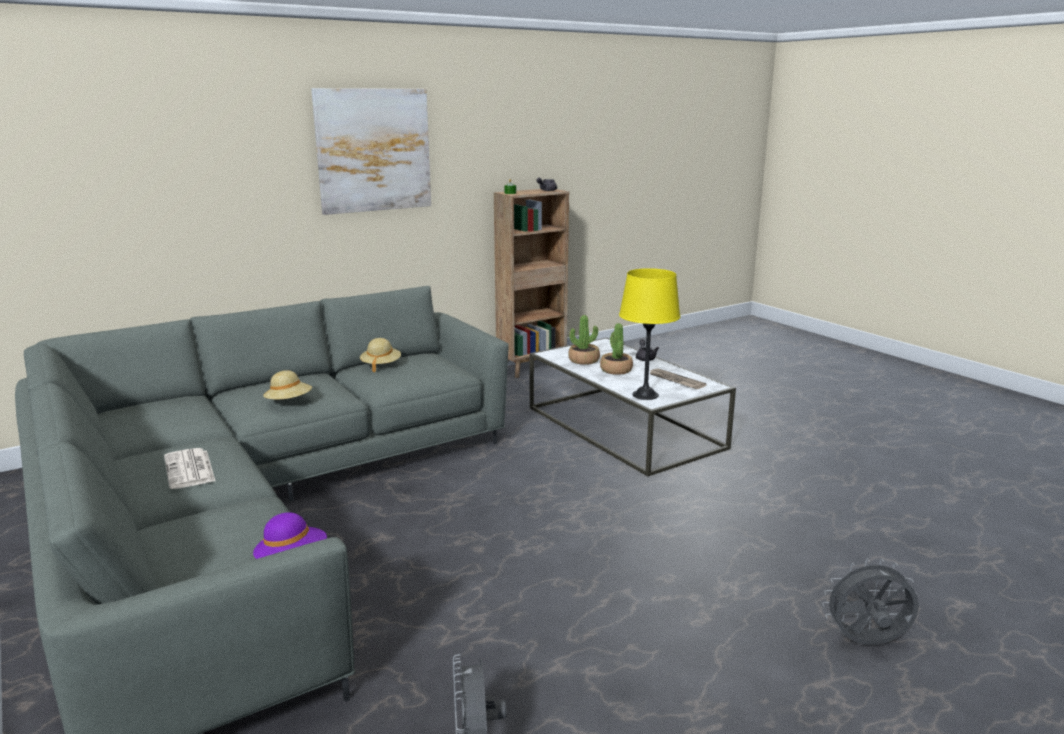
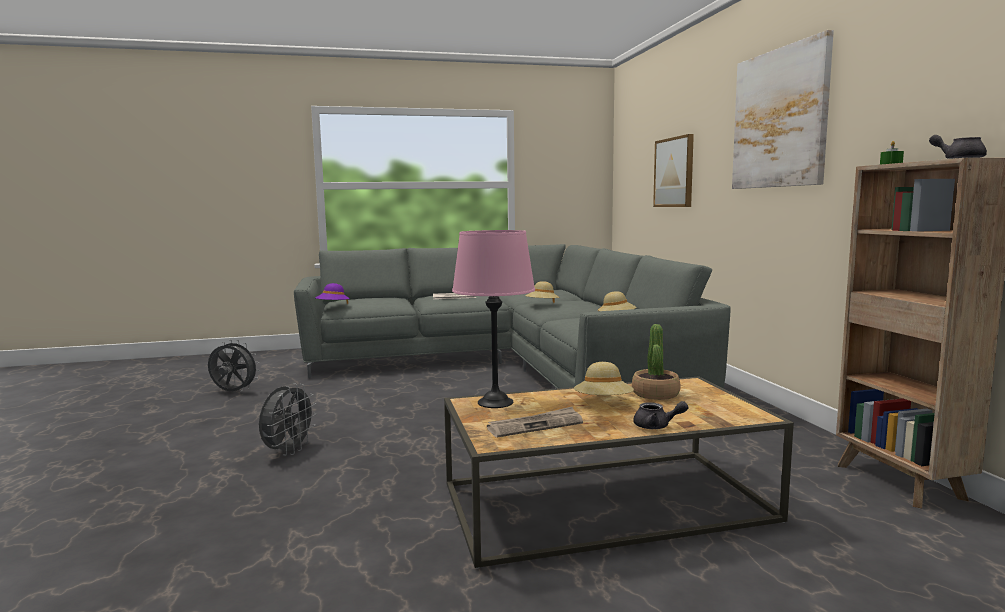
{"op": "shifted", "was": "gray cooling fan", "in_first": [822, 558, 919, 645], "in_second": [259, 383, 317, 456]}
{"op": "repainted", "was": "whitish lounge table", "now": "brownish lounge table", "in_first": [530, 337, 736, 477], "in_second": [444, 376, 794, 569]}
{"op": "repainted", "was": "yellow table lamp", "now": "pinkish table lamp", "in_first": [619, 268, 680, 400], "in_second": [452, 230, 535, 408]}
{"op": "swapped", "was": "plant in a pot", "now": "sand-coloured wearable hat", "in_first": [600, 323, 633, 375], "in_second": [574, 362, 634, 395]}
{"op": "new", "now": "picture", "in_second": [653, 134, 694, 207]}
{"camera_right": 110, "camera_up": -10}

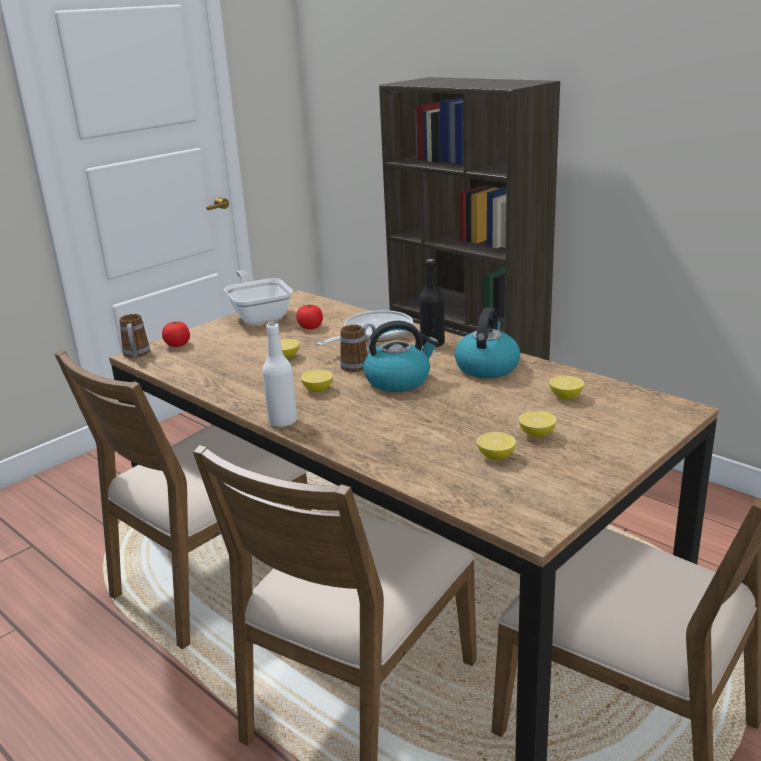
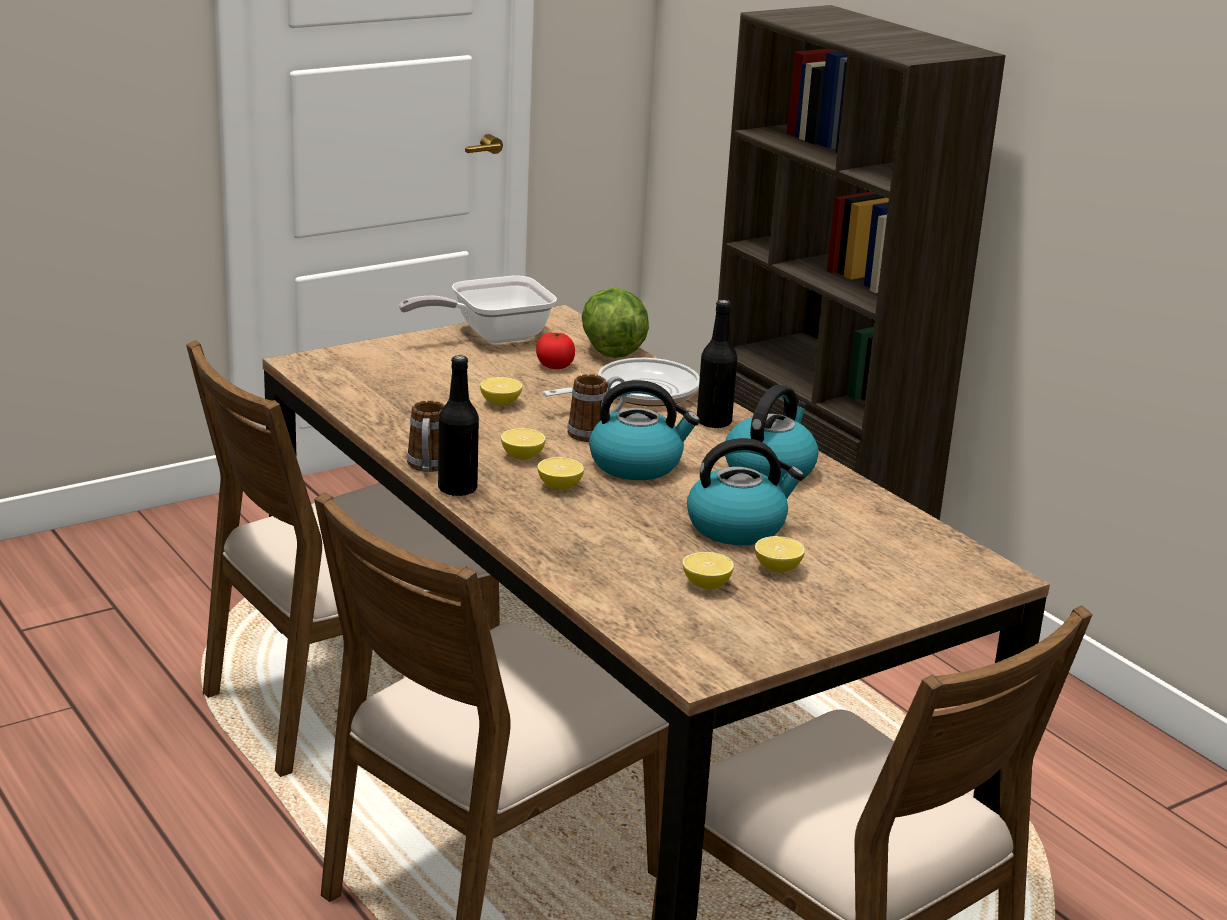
{"op": "rotated", "was": "pan", "in_first": [224, 270, 293, 325], "in_second": [399, 275, 557, 344], "clockwise": -105}
{"op": "shifted", "was": "mug", "in_first": [119, 314, 150, 358], "in_second": [407, 400, 445, 472]}
{"op": "repainted", "was": "whitish drink bottle", "now": "black-coloured drink bottle", "in_first": [262, 322, 297, 427], "in_second": [438, 355, 479, 496]}
{"op": "shifted", "was": "whole lemon", "in_first": [549, 376, 584, 400], "in_second": [537, 457, 584, 490]}
{"op": "new", "now": "lettuce", "in_second": [582, 288, 649, 358]}
{"op": "new", "now": "water kettle", "in_second": [687, 438, 804, 545]}
{"op": "gone", "was": "fresh tomato", "in_first": [162, 321, 190, 347]}
{"camera_right": 10, "camera_up": 0}

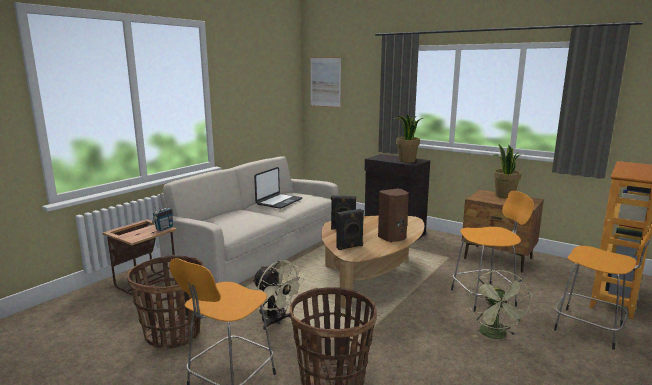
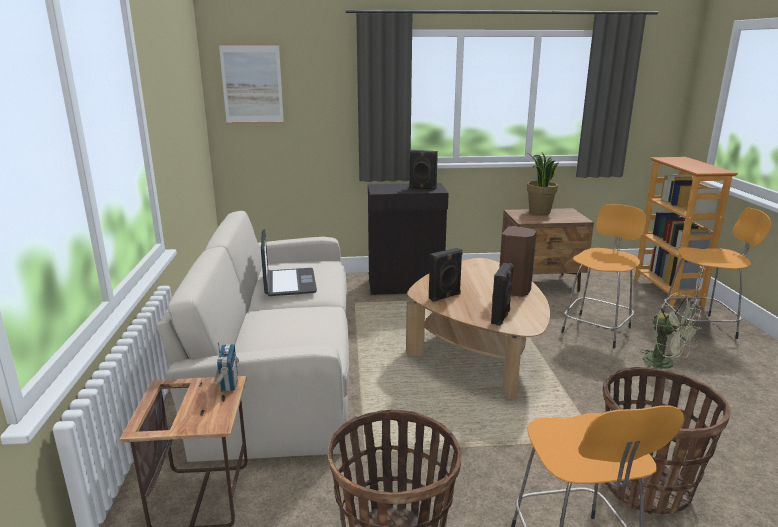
{"op": "swapped", "was": "plant in a pot", "now": "black-coloured loudspeaker", "in_first": [394, 115, 423, 163], "in_second": [409, 150, 438, 190]}
{"op": "gone", "was": "sand-coloured cooling fan", "in_first": [253, 260, 305, 330]}
{"camera_right": -40, "camera_up": 5}

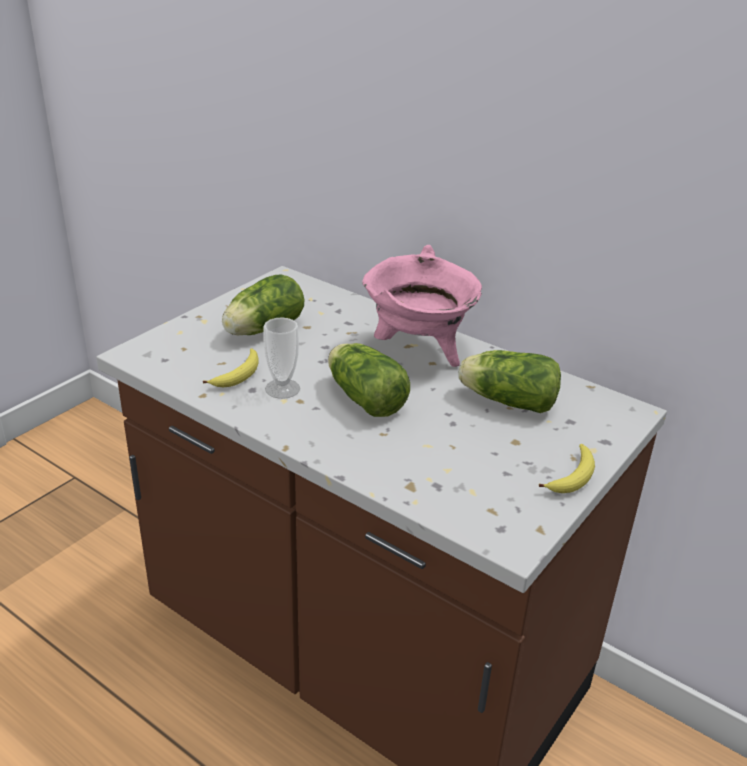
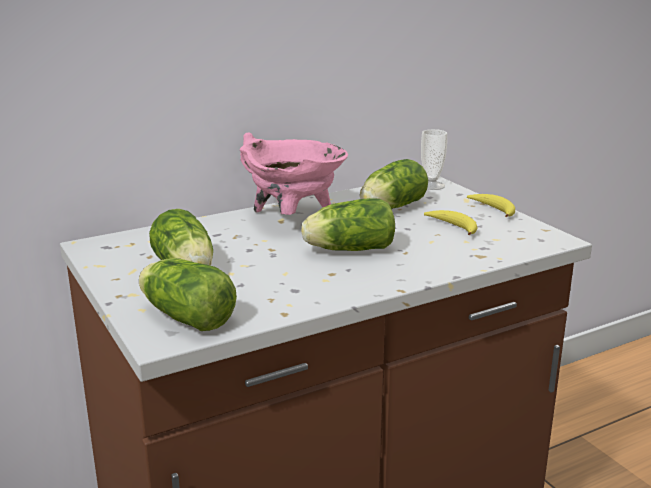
{"op": "new", "now": "lettuce", "in_second": [139, 258, 237, 331]}
{"op": "shifted", "was": "cup", "in_first": [264, 318, 300, 399], "in_second": [421, 129, 447, 190]}
{"op": "shifted", "was": "banana fruit", "in_first": [203, 349, 259, 387], "in_second": [424, 210, 477, 235]}
{"camera_right": -65, "camera_up": -10}

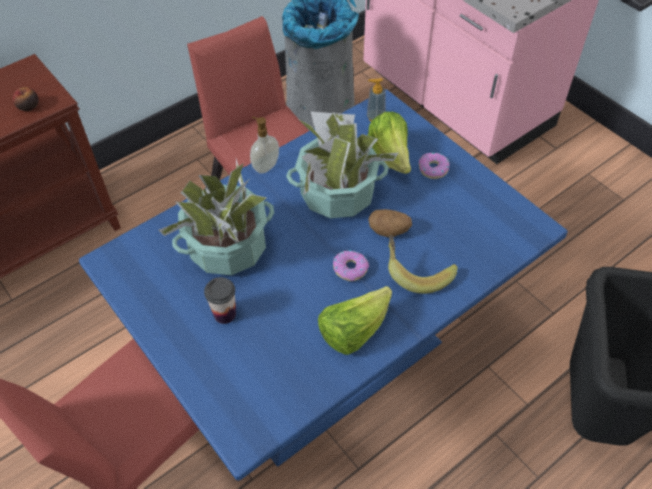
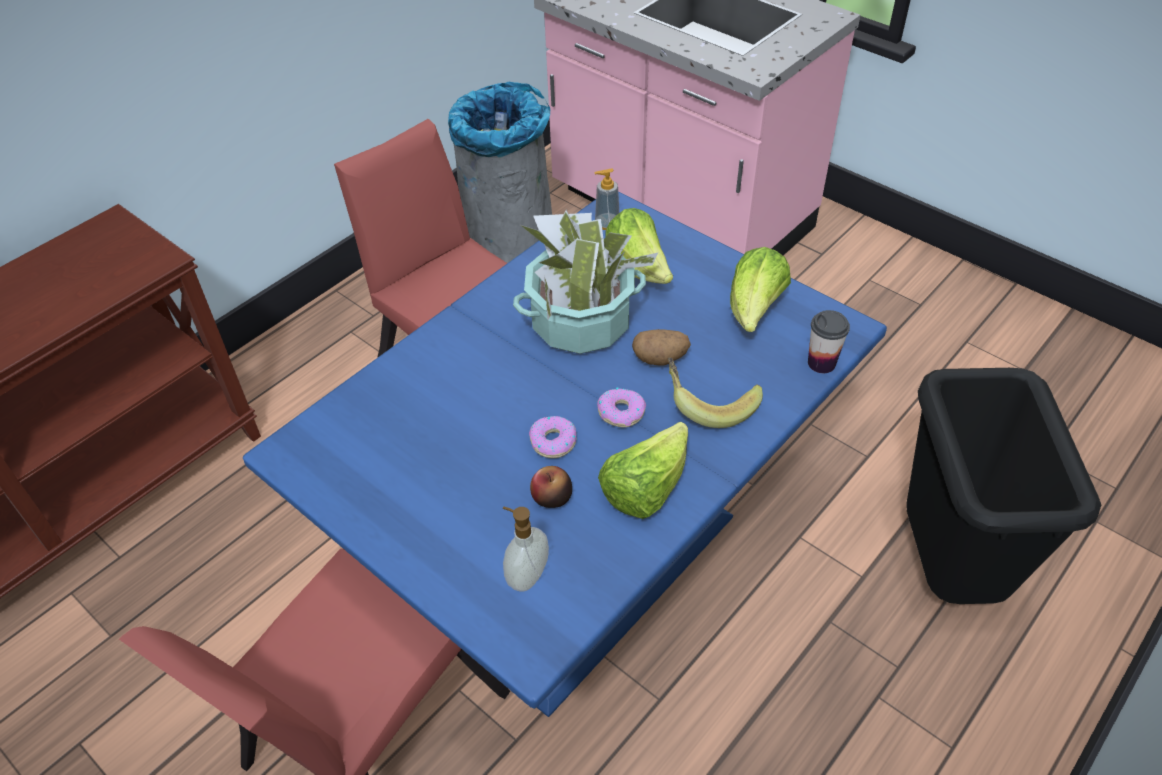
{"op": "shifted", "was": "soap dispenser", "in_first": [250, 117, 279, 174], "in_second": [503, 507, 549, 592]}
{"op": "shifted", "was": "donut", "in_first": [419, 153, 449, 179], "in_second": [529, 416, 576, 458]}
{"op": "shifted", "was": "apple fruit", "in_first": [13, 87, 39, 111], "in_second": [530, 466, 572, 508]}
{"op": "new", "now": "lettuce", "in_second": [730, 247, 791, 332]}
{"op": "shifted", "was": "cup", "in_first": [204, 277, 236, 324], "in_second": [808, 310, 850, 373]}
{"op": "gone", "was": "plant in a pot", "in_first": [158, 159, 274, 275]}
{"camera_right": -10, "camera_up": -5}

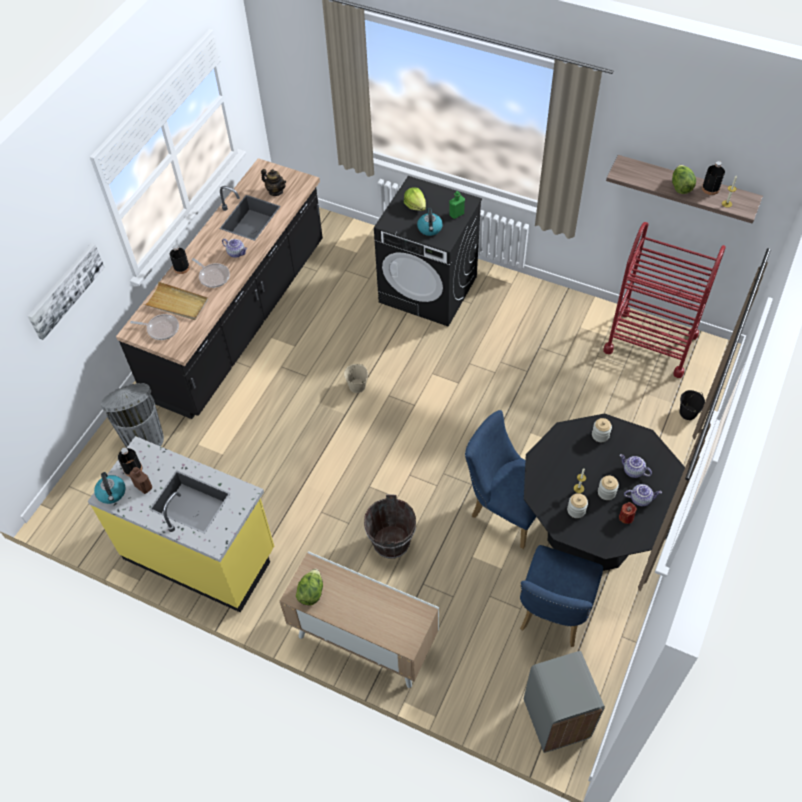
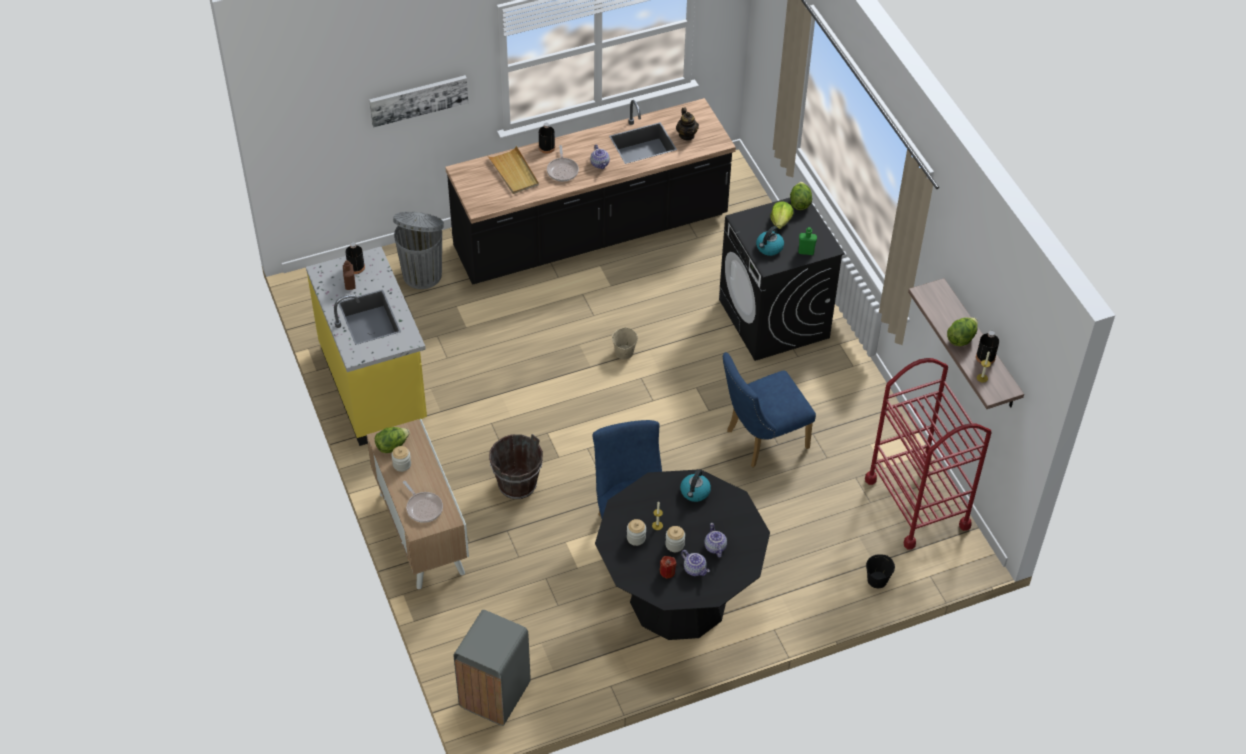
{"op": "shifted", "was": "preserve jar", "in_first": [592, 418, 612, 442], "in_second": [391, 446, 411, 472]}
{"op": "shifted", "was": "pan", "in_first": [130, 314, 179, 340], "in_second": [403, 481, 443, 523]}
{"op": "shifted", "was": "water kettle", "in_first": [94, 472, 125, 504], "in_second": [680, 469, 711, 502]}
{"op": "shifted", "was": "blue-coloured chair", "in_first": [520, 545, 603, 647], "in_second": [722, 352, 816, 468]}
{"op": "new", "now": "lettuce", "in_second": [790, 182, 812, 210]}
{"camera_right": 40, "camera_up": -5}

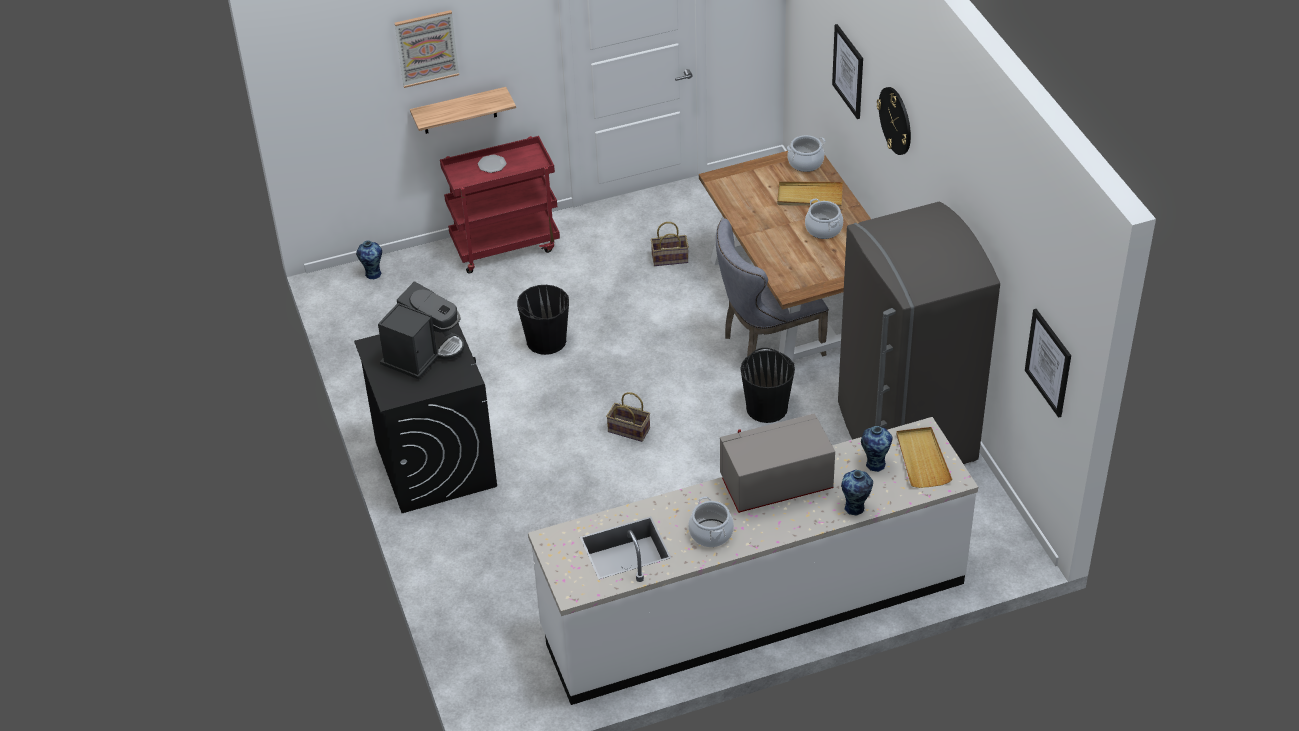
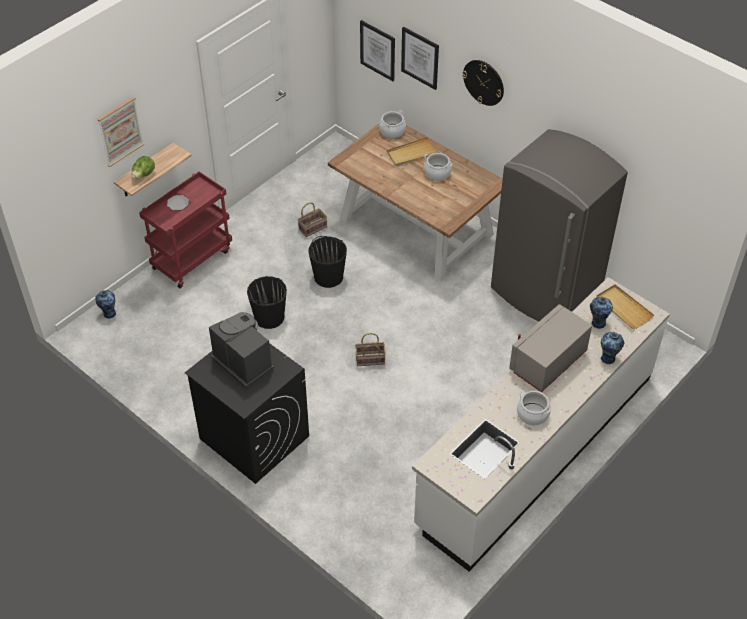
{"op": "new", "now": "lettuce", "in_second": [131, 156, 155, 179]}
{"op": "rotated", "was": "coffee machine", "in_first": [378, 281, 464, 380], "in_second": [209, 312, 274, 388], "clockwise": -45}
{"op": "shifted", "was": "black-coloured pail", "in_first": [740, 348, 795, 423], "in_second": [308, 236, 347, 288]}
{"op": "shifted", "was": "picture", "in_first": [1025, 309, 1071, 418], "in_second": [360, 20, 395, 81]}
{"op": "gone", "was": "gray chair", "in_first": [716, 219, 829, 356]}
{"camera_right": -30, "camera_up": 5}

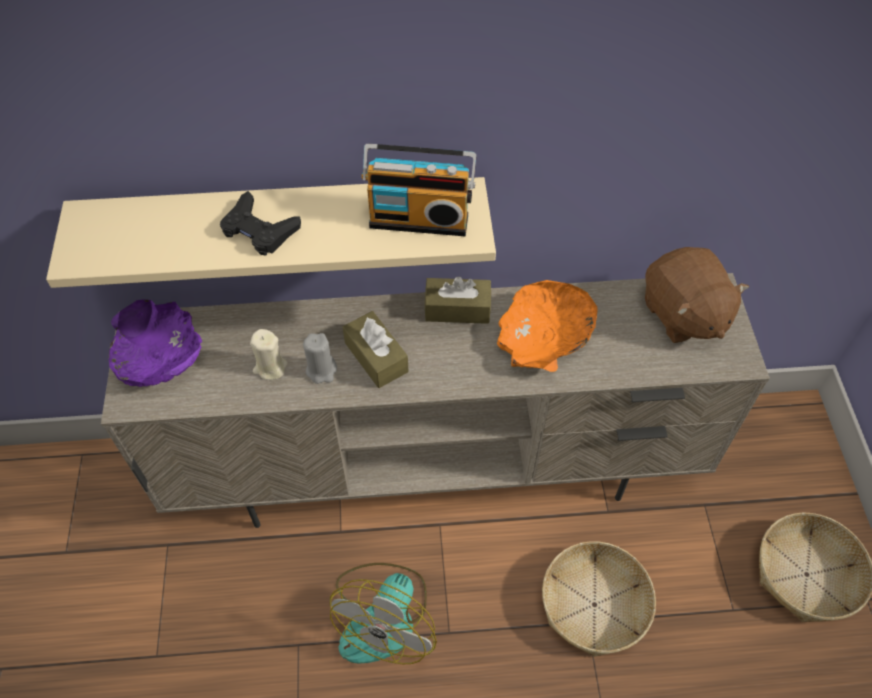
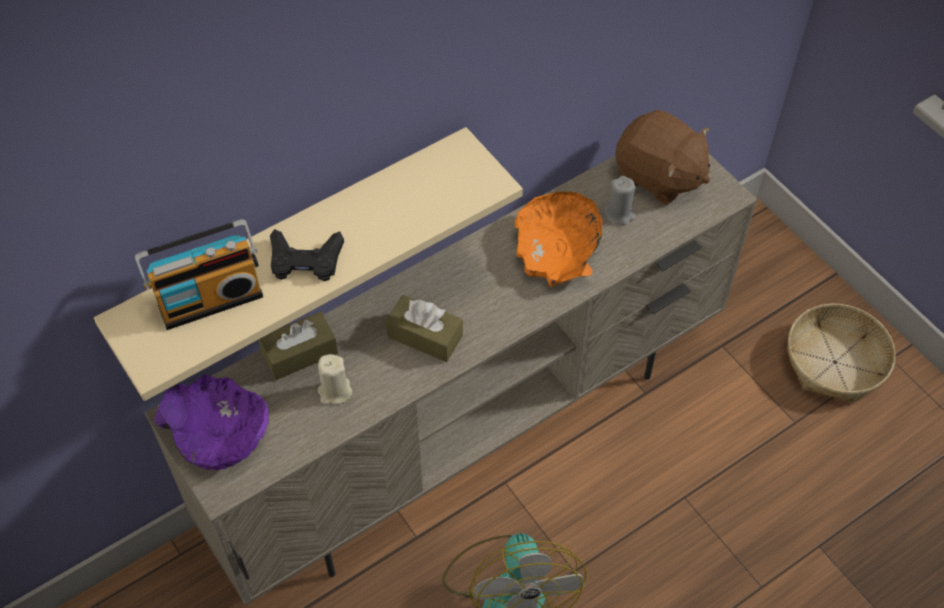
{"op": "shifted", "was": "radio", "in_first": [362, 144, 477, 236], "in_second": [135, 219, 263, 330]}
{"op": "shifted", "was": "brownish tissue holder", "in_first": [424, 277, 491, 324], "in_second": [259, 311, 338, 380]}
{"op": "shifted", "was": "gray candle", "in_first": [303, 333, 337, 384], "in_second": [604, 176, 636, 226]}
{"op": "gone", "was": "storage basket", "in_first": [542, 541, 656, 657]}
{"camera_right": -30, "camera_up": 0}

